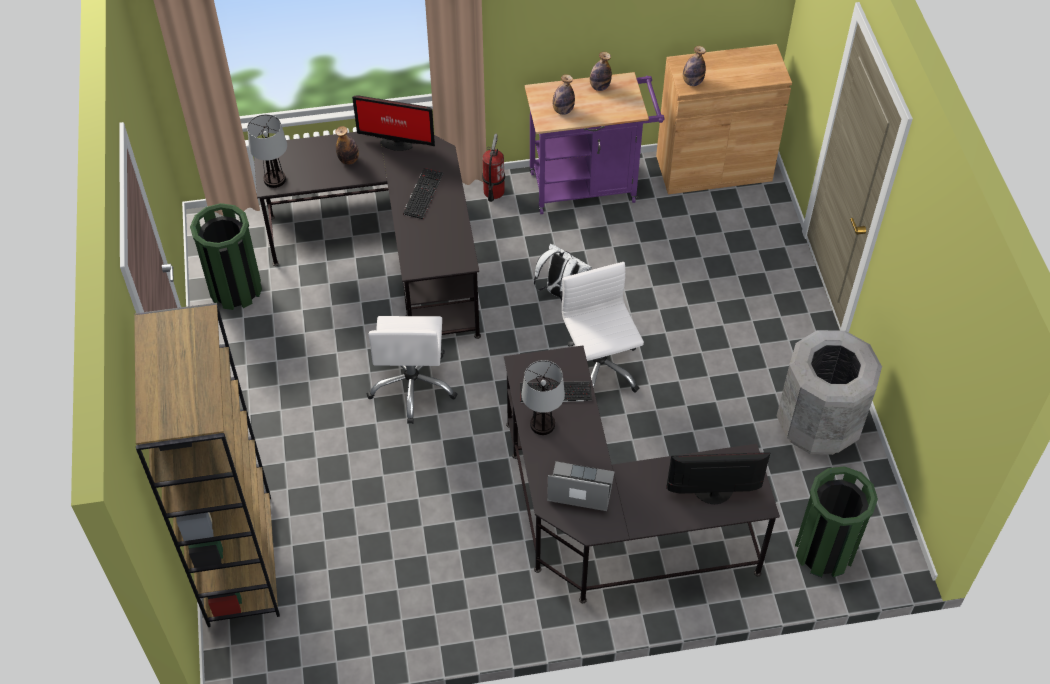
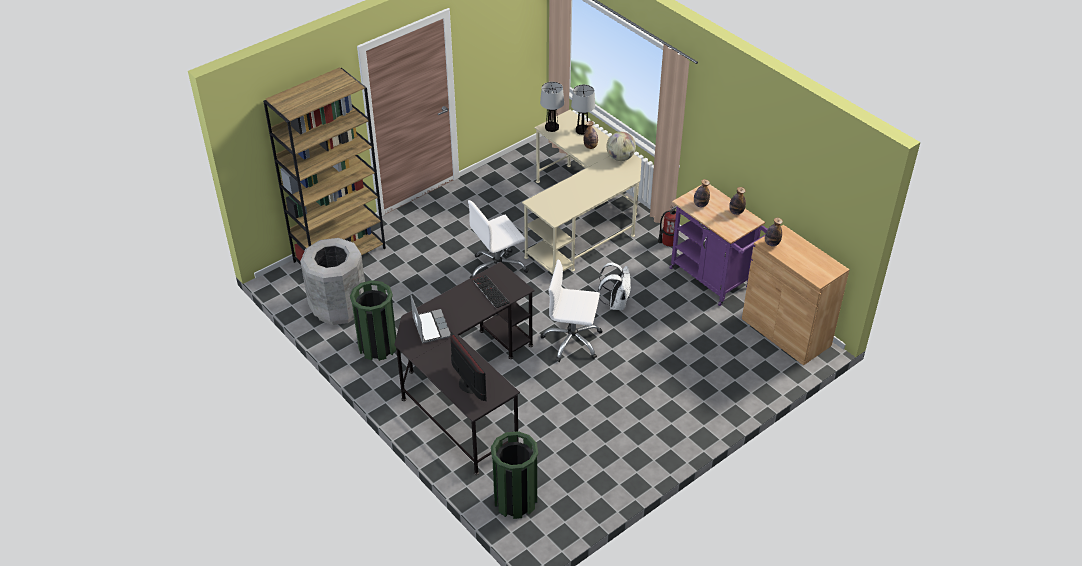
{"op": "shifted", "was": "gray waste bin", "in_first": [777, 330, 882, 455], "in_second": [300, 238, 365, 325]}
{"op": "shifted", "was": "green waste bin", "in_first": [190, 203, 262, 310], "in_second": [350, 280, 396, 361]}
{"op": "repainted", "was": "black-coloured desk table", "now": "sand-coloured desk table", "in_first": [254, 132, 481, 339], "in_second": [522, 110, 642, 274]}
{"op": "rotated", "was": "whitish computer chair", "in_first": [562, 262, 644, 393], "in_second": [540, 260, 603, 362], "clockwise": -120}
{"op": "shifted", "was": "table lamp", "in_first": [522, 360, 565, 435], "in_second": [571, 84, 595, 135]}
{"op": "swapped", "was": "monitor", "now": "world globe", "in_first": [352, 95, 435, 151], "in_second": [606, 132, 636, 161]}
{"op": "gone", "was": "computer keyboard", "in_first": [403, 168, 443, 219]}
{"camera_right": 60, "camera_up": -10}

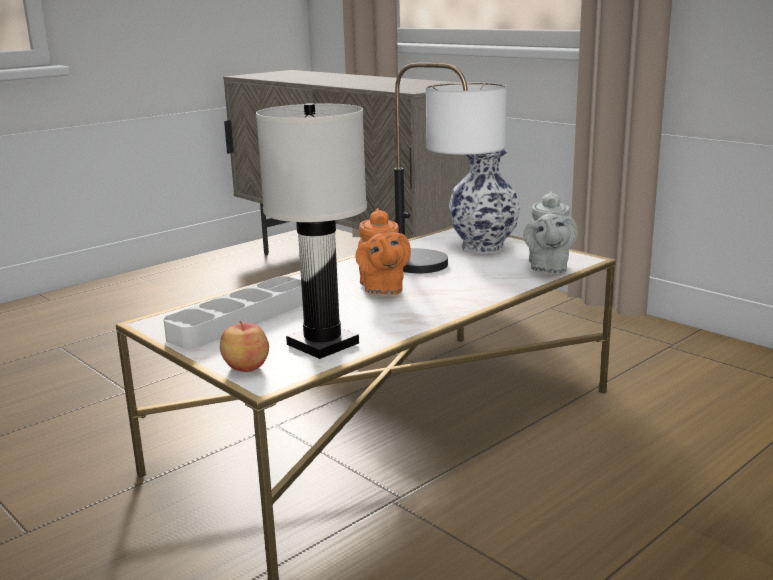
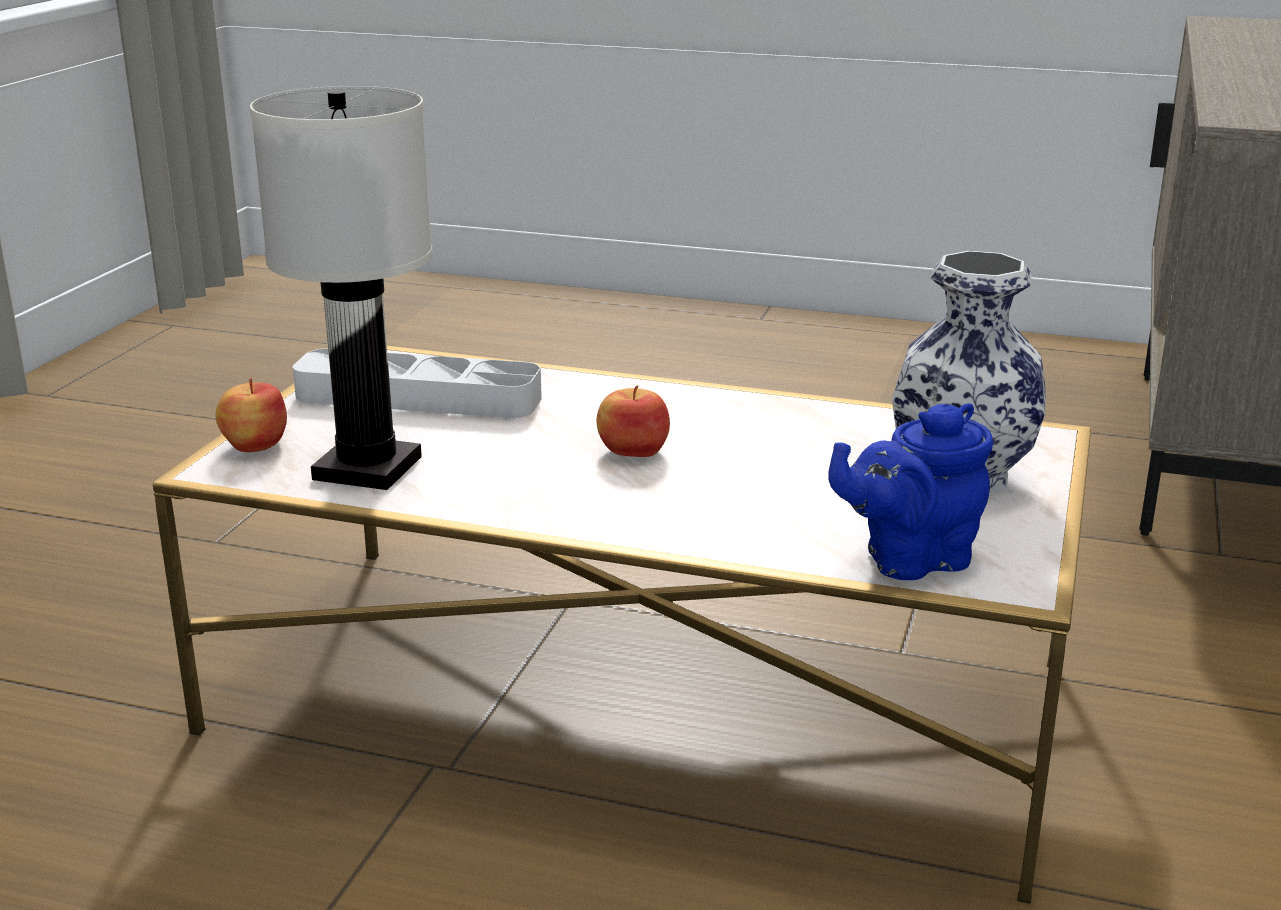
{"op": "swapped", "was": "orangey pot for tea", "now": "apple fruit", "in_first": [356, 208, 411, 295], "in_second": [597, 385, 670, 457]}
{"op": "repainted", "was": "gray pot for tea", "now": "blue-coloured pot for tea", "in_first": [523, 191, 578, 274], "in_second": [828, 403, 993, 580]}
{"op": "gone", "was": "table lamp", "in_first": [394, 63, 507, 273]}
{"camera_right": 60, "camera_up": 5}

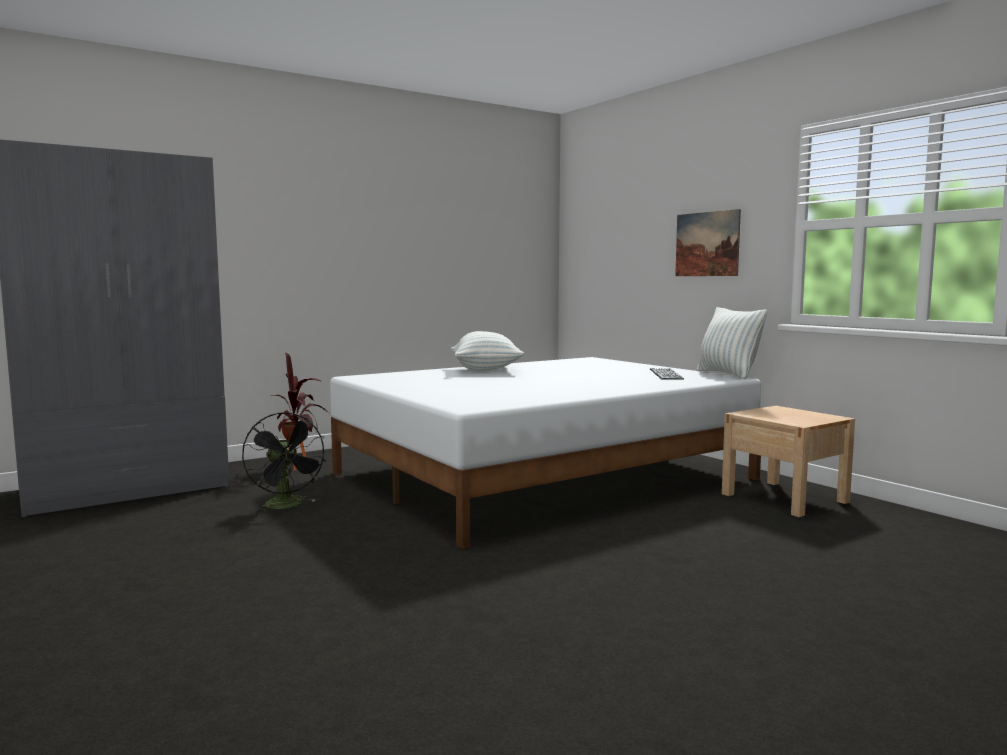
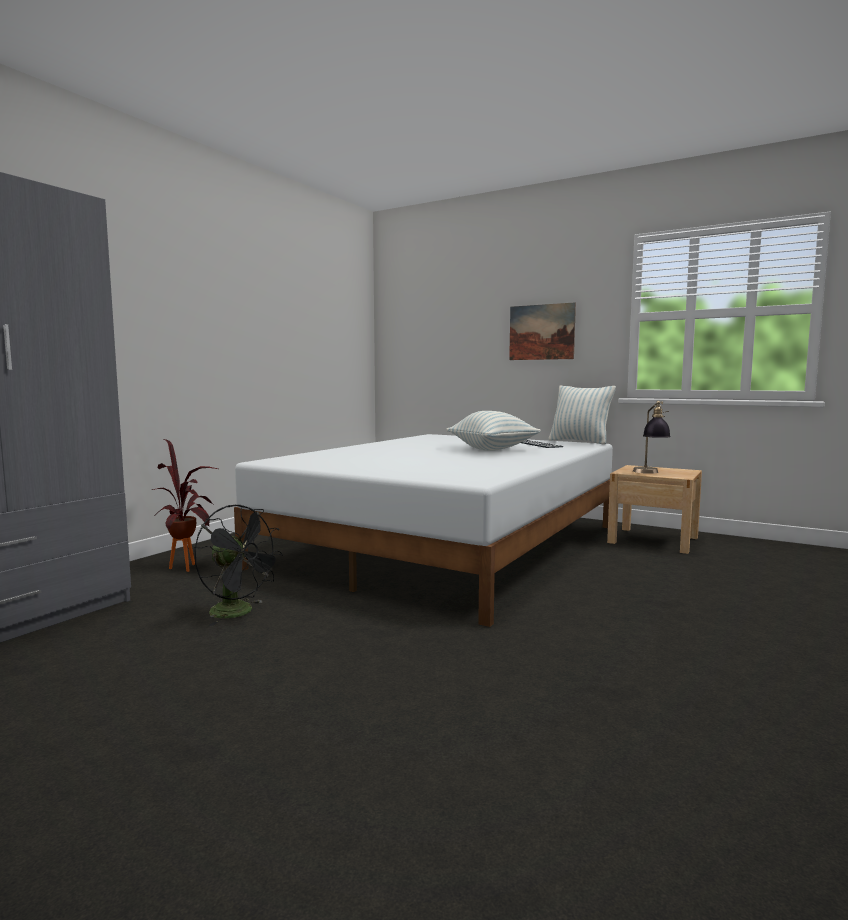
{"op": "shifted", "was": "pillow", "in_first": [451, 331, 524, 372], "in_second": [446, 411, 541, 451]}
{"op": "new", "now": "table lamp", "in_second": [633, 401, 671, 474]}
{"camera_right": -25, "camera_up": 0}

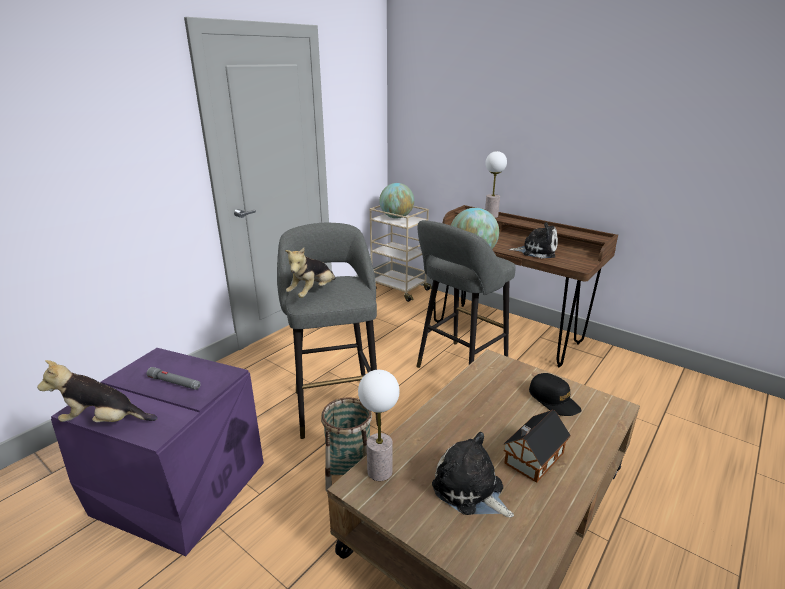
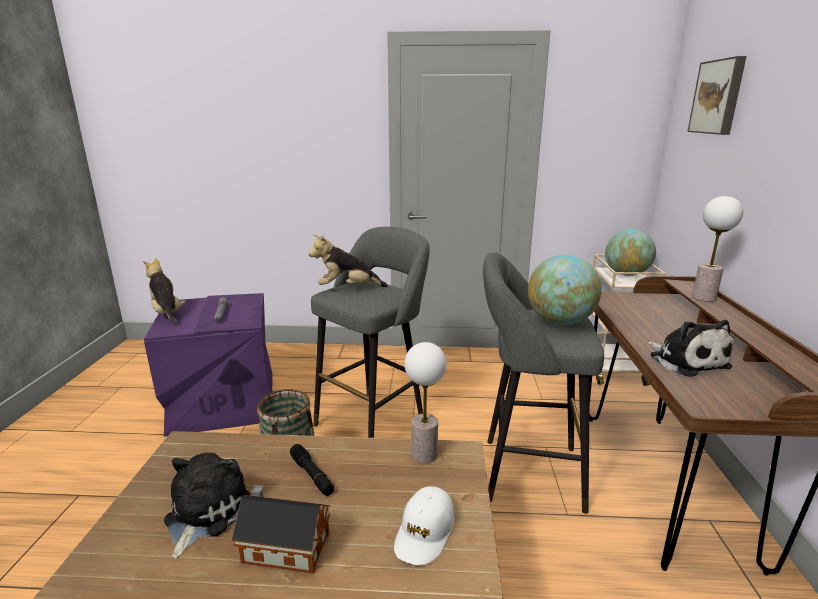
{"op": "new", "now": "black-coloured flashlight", "in_second": [290, 444, 334, 496]}
{"op": "repainted", "was": "black-coloured peaked cap", "now": "whitish peaked cap", "in_first": [529, 373, 582, 416], "in_second": [394, 486, 454, 565]}
{"op": "shifted", "was": "table lamp", "in_first": [358, 370, 400, 481], "in_second": [404, 342, 447, 464]}
{"op": "new", "now": "picture", "in_second": [687, 56, 747, 135]}
{"camera_right": 55, "camera_up": -5}

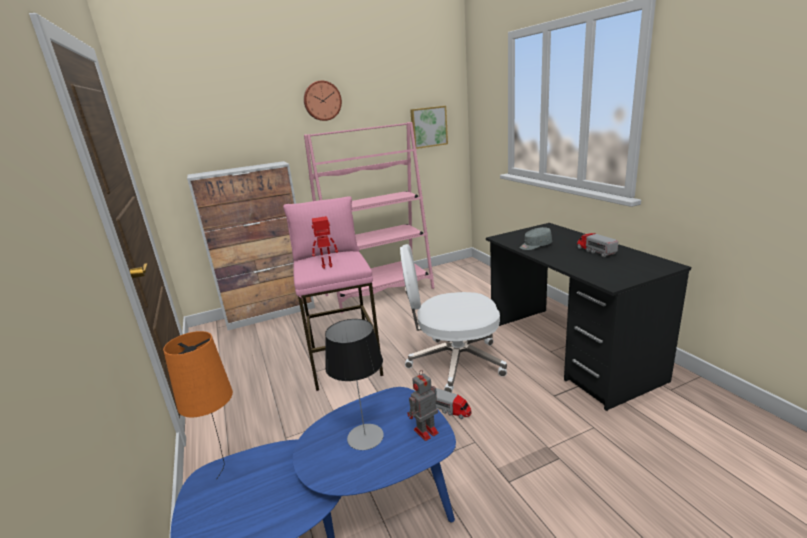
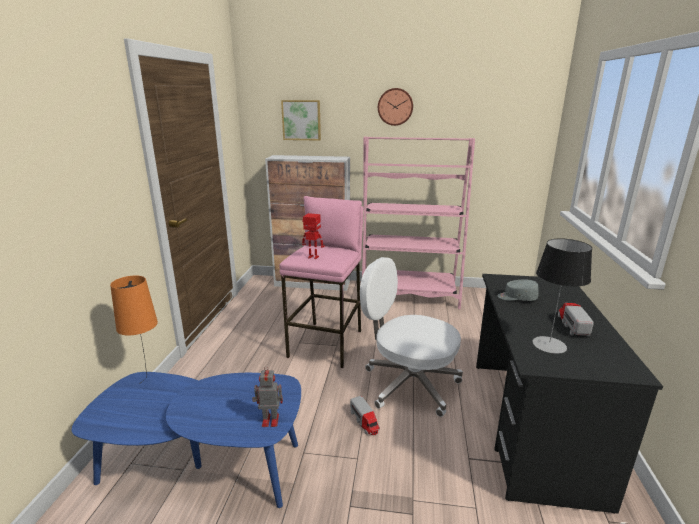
{"op": "shifted", "was": "picture", "in_first": [410, 106, 448, 149], "in_second": [281, 100, 321, 141]}
{"op": "shifted", "was": "table lamp", "in_first": [325, 319, 384, 450], "in_second": [532, 238, 592, 354]}
{"camera_right": 30, "camera_up": 0}

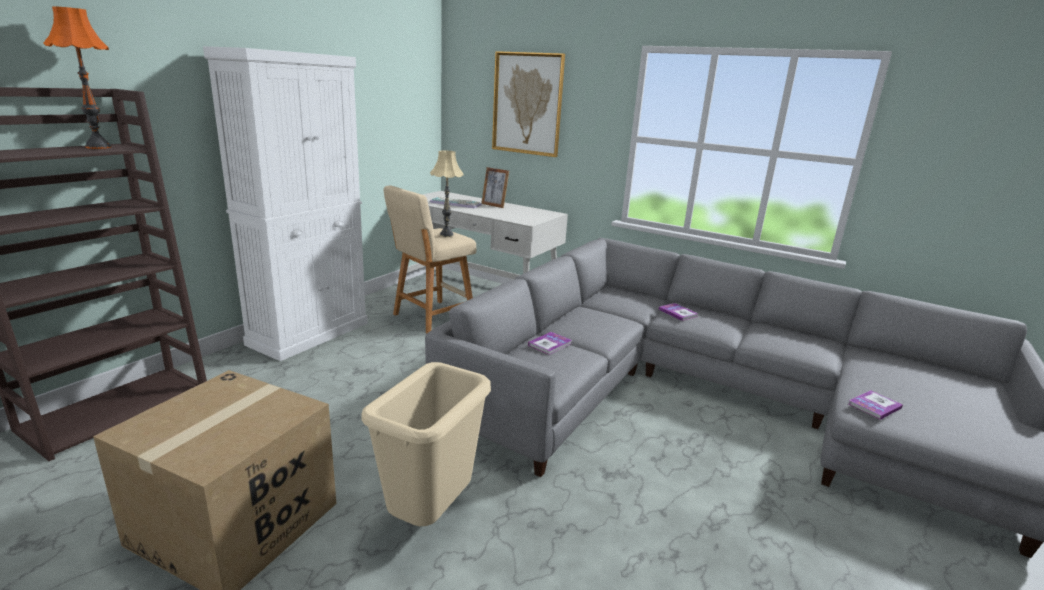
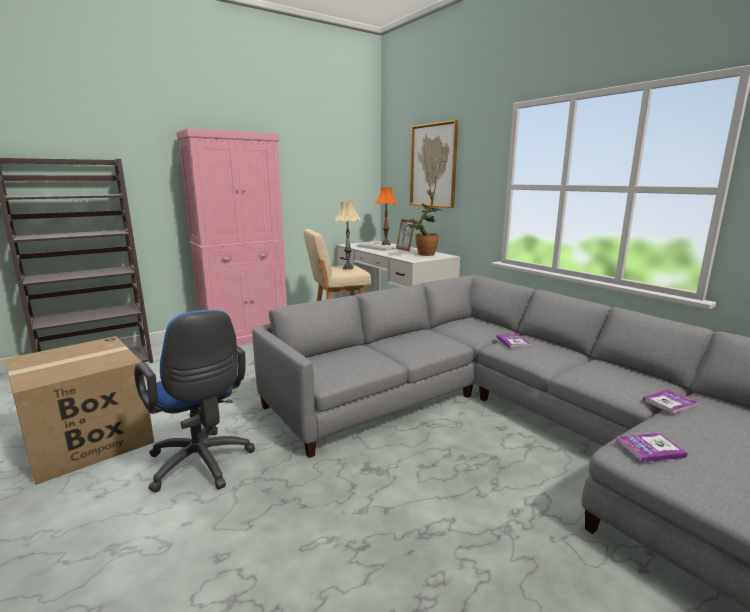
{"op": "swapped", "was": "sand-coloured waste bin", "now": "blue-coloured computer chair", "in_first": [361, 362, 491, 526], "in_second": [134, 310, 255, 493]}
{"op": "repainted", "was": "whitish cabinet", "now": "pinkish cabinet", "in_first": [203, 46, 368, 361], "in_second": [176, 128, 287, 345]}
{"op": "shifted", "was": "orangey table lamp", "in_first": [43, 6, 111, 149], "in_second": [375, 188, 397, 245]}
{"op": "new", "now": "plant in a pot", "in_second": [407, 189, 439, 256]}
{"op": "shifted", "was": "volume", "in_first": [528, 332, 572, 355], "in_second": [642, 389, 699, 415]}
{"camera_right": 25, "camera_up": -5}

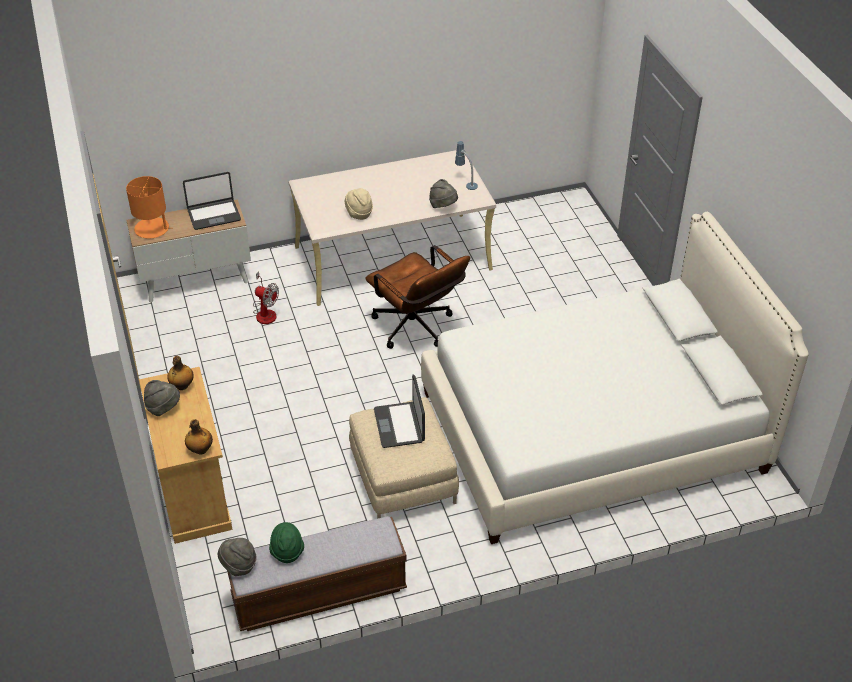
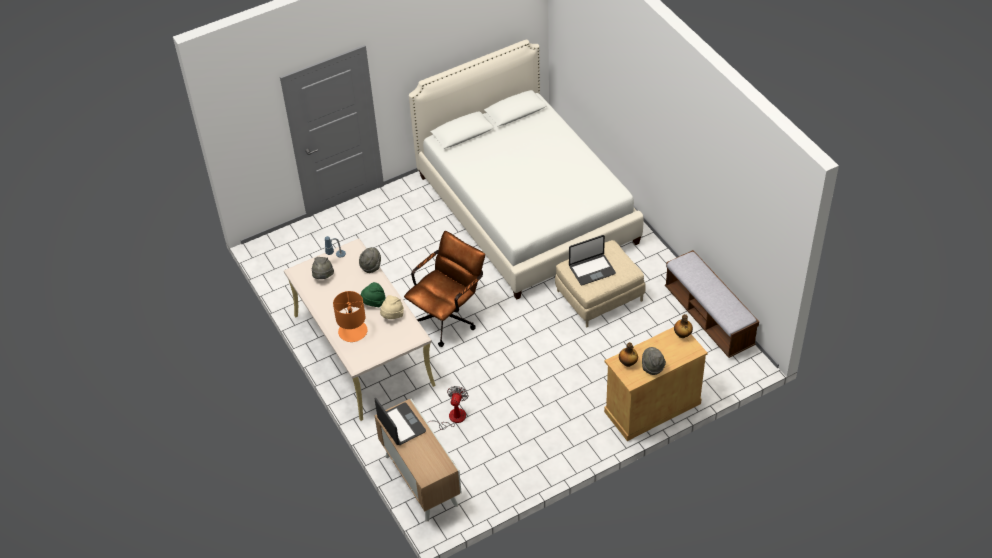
{"op": "shifted", "was": "gray wearable hat", "in_first": [218, 538, 257, 576], "in_second": [312, 257, 334, 279]}
{"op": "shifted", "was": "orangey table lamp", "in_first": [126, 176, 173, 239], "in_second": [333, 291, 368, 342]}
{"op": "shifted", "was": "green wearable hat", "in_first": [269, 522, 304, 563], "in_second": [361, 282, 385, 307]}
{"camera_right": -100, "camera_up": 5}

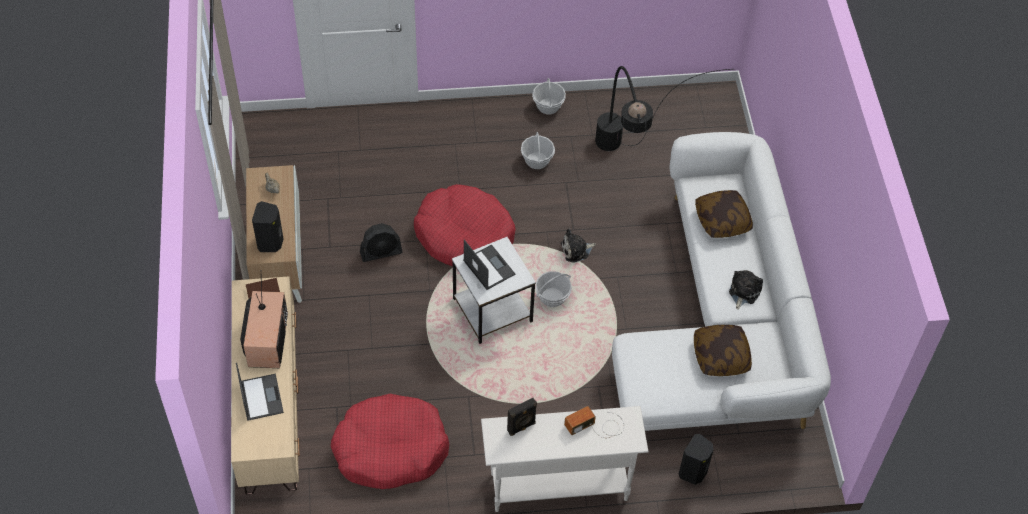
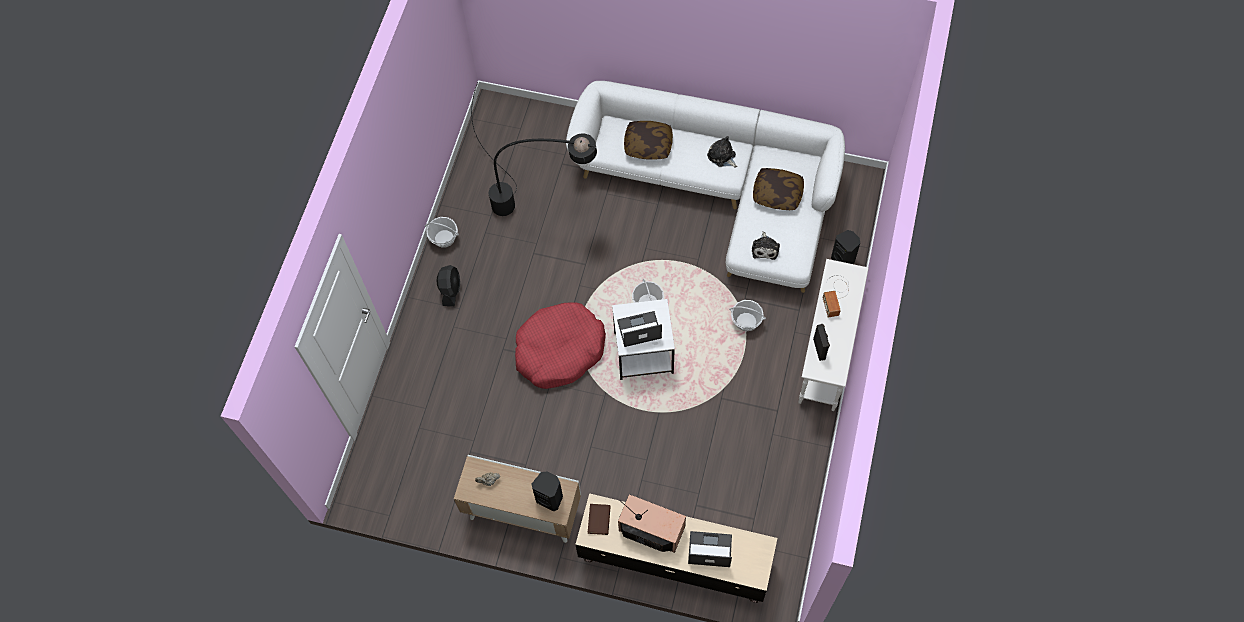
{"op": "shifted", "was": "black-coloured cooling fan", "in_first": [360, 223, 403, 262], "in_second": [436, 265, 460, 306]}
{"op": "shifted", "was": "storage basket", "in_first": [521, 132, 555, 169], "in_second": [729, 300, 766, 331]}
{"op": "shifted", "was": "cuddly toy", "in_first": [561, 228, 596, 263], "in_second": [752, 231, 780, 260]}
{"op": "gone", "was": "red pet bed", "in_first": [331, 394, 449, 489]}
{"camera_right": -65, "camera_up": 10}

